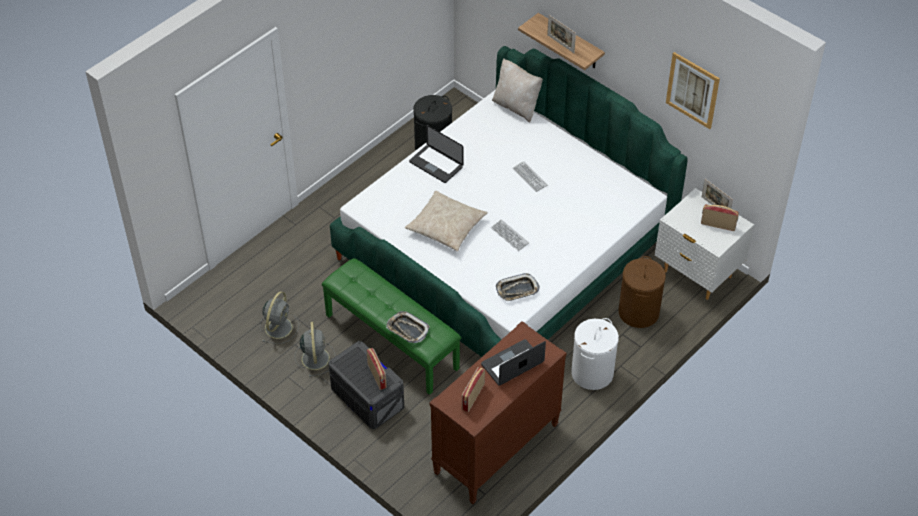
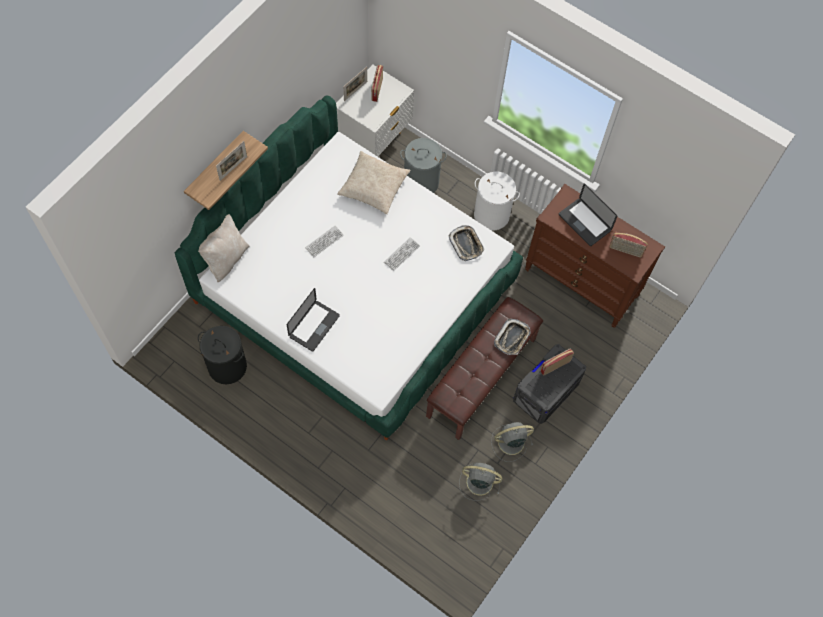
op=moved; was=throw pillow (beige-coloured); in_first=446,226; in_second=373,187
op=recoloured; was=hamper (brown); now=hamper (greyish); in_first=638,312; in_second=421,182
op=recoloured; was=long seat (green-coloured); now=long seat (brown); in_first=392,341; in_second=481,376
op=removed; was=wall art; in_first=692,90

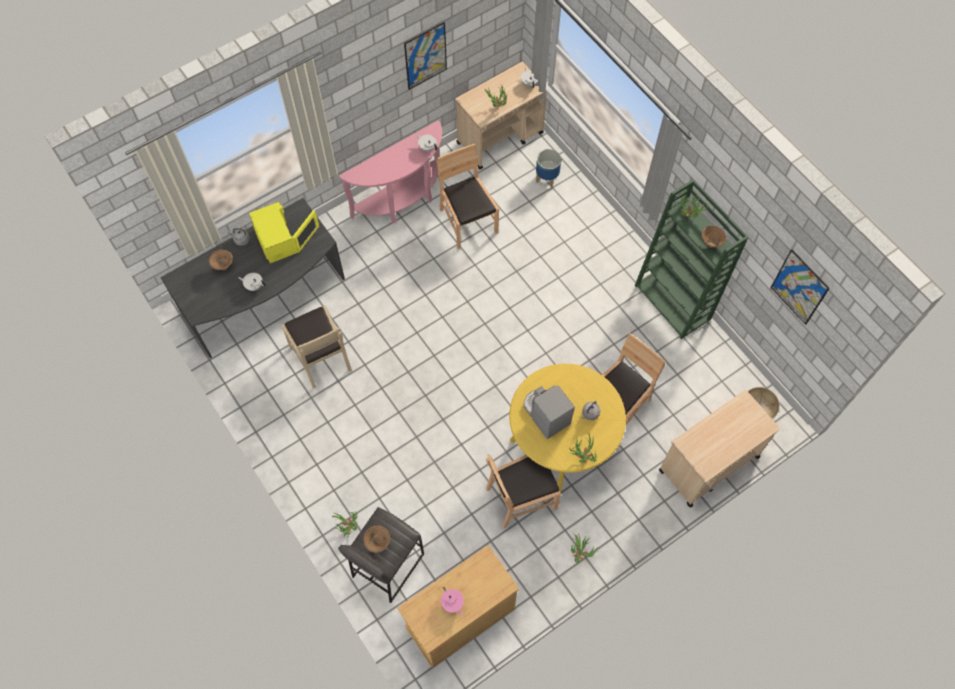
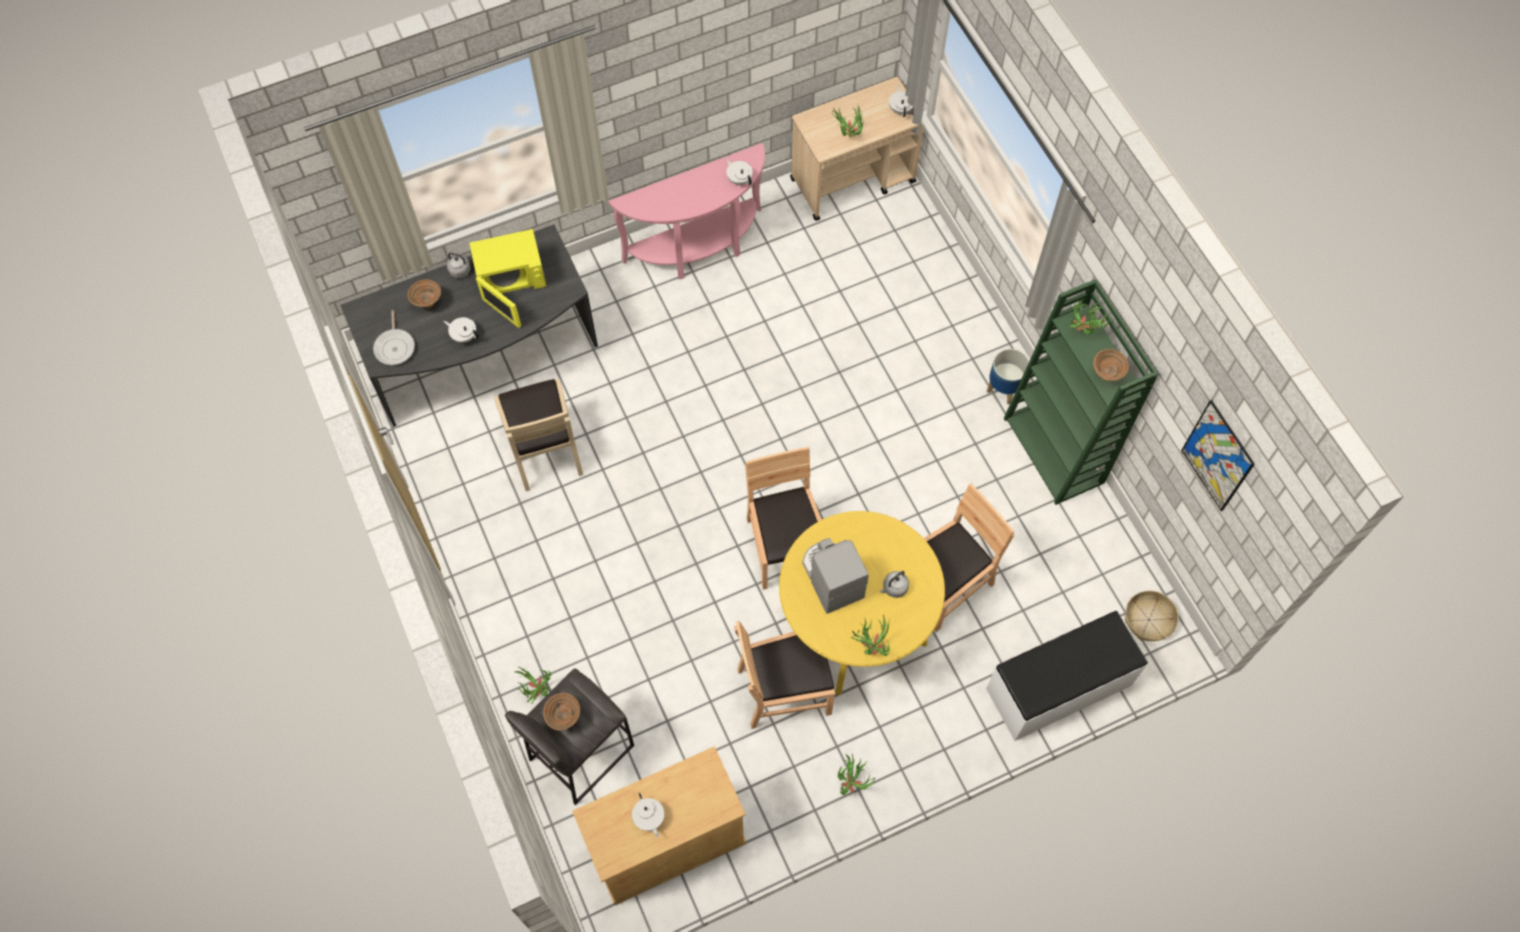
op=added; now=pan; in_second=395,346
op=turned; was=microwave (yellow-coloured); in_first=279,240; in_second=510,278; clockwise=90
op=recoloured; was=tea pot (pink-coloured); now=tea pot (whitish); in_first=452,603; in_second=649,818
op=moved; was=plain chair (brown); in_first=468,221; in_second=786,546
op=replaced; was=cart (beige-coloured); now=long seat (whitish); in_first=708,464; in_second=1059,688
op=moved; was=plant pot; in_first=547,178; in_second=1004,388
op=removed; was=wall art; in_first=425,56

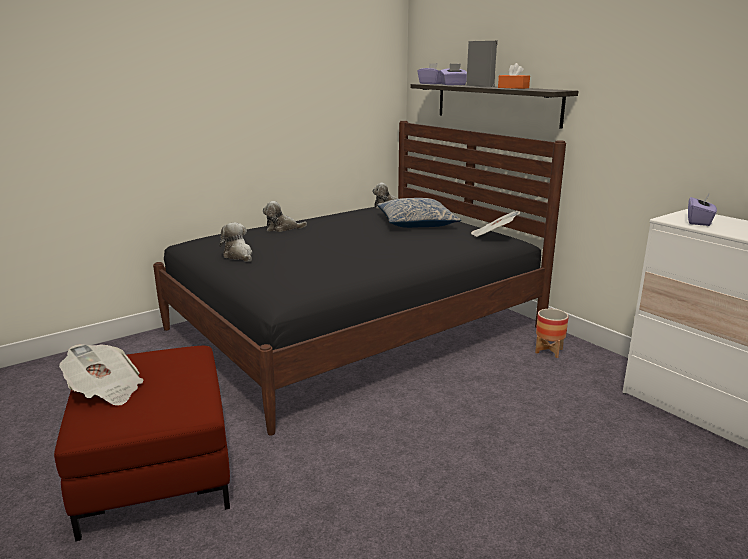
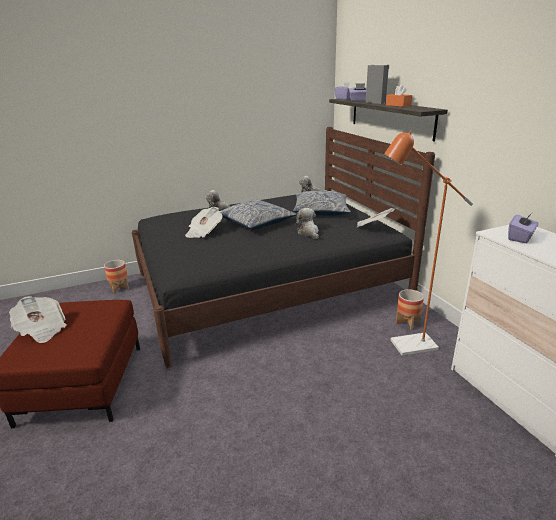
op=added; now=plant pot; in_second=119,288
op=added; now=daily paper; in_second=204,232
op=added; now=throw pillow; in_second=256,222
op=moved; was=cuddly toy; in_first=239,256; in_second=308,233
op=added; now=standing lamp (orange); in_second=406,346

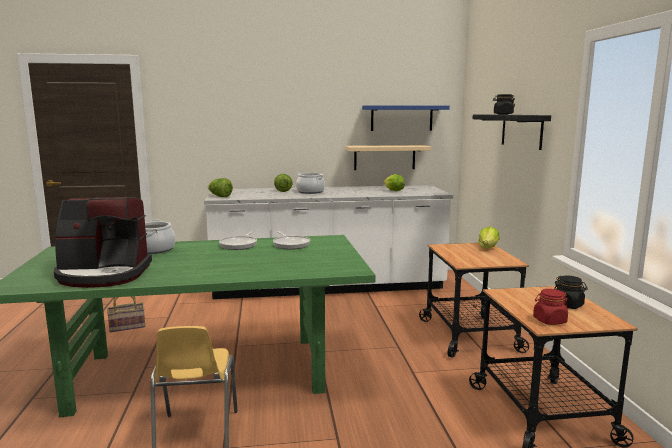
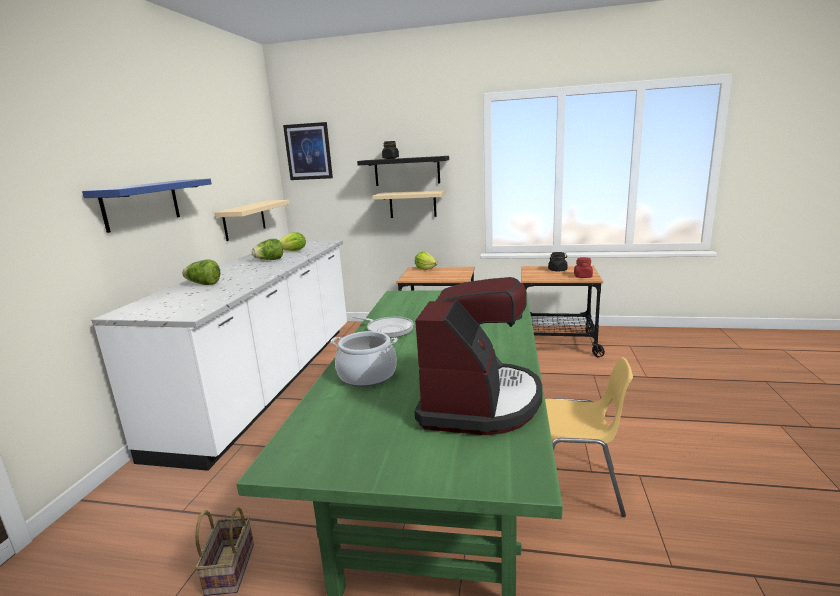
op=moved; was=bracket shelf (blue-coloured); in_first=401,118; in_second=141,204
op=moved; was=lettuce head; in_first=220,196; in_second=269,260
op=added; now=wall art; in_second=308,151
op=added; now=bracket shelf (beige-coloured); in_second=412,204
op=removed; was=pan; in_first=290,244
op=removed; was=stockpot; in_first=310,192

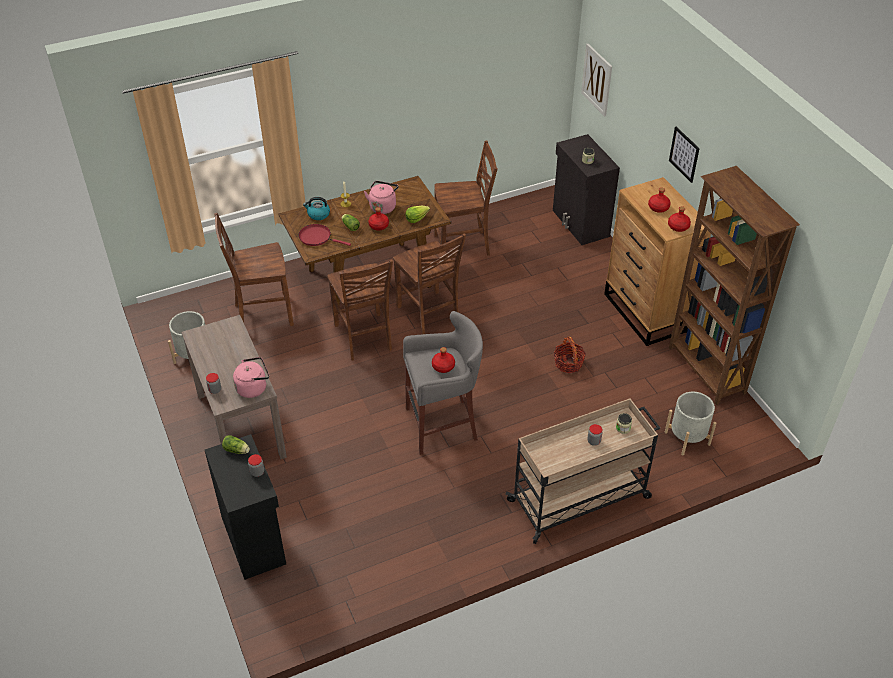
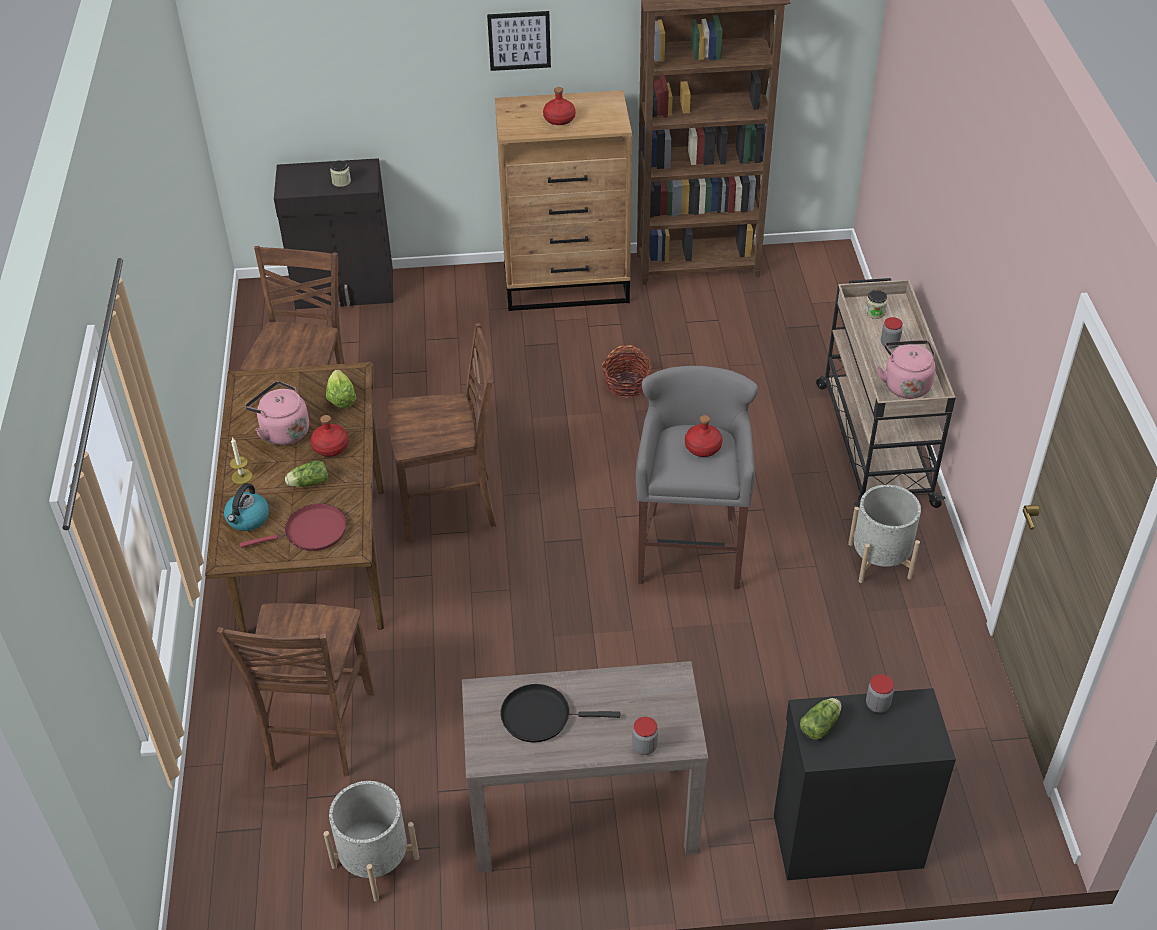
op=turned; was=pan (red-coloured); in_first=317,237; in_second=311,532; clockwise=-150
op=added; now=pan (black-coloured); in_second=541,716
op=moved; was=plant pot (greyish); in_first=687,438; in_second=879,560
op=moved; was=tea kettle (pink-coloured); in_first=253,387; in_second=905,384
op=removed; was=plain chair (brown); in_first=364,338
op=removed; was=wall art; in_first=597,80
op=removed; was=bottle (red-coloured); in_first=678,226

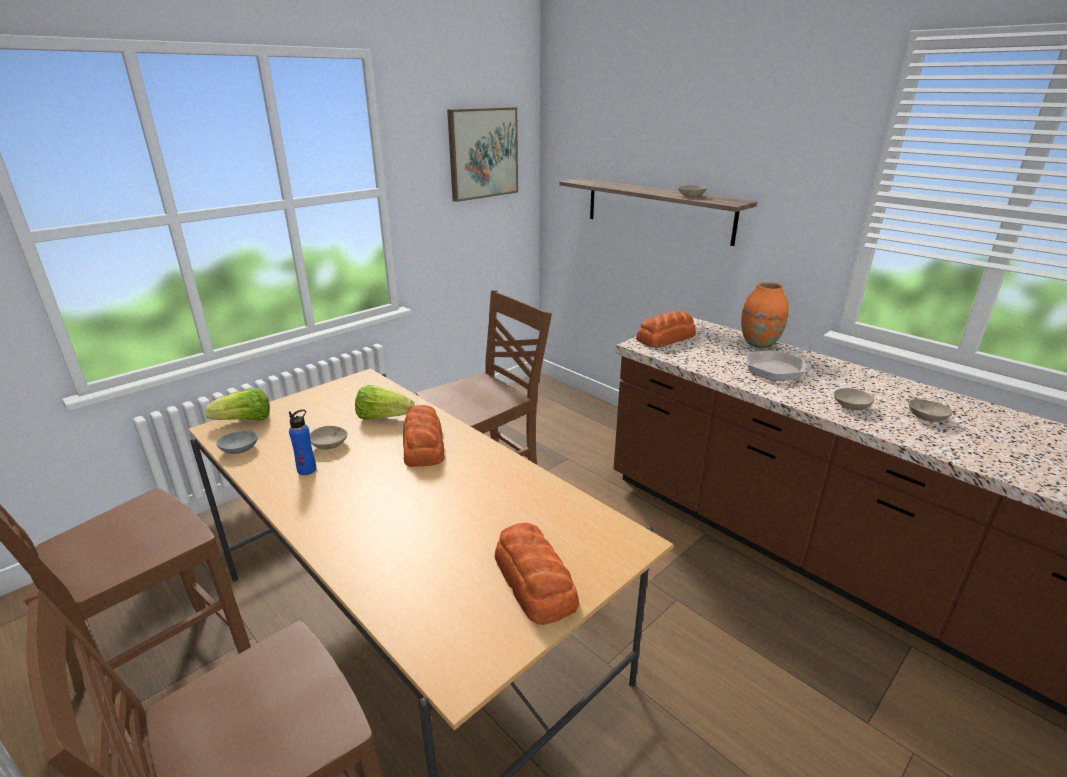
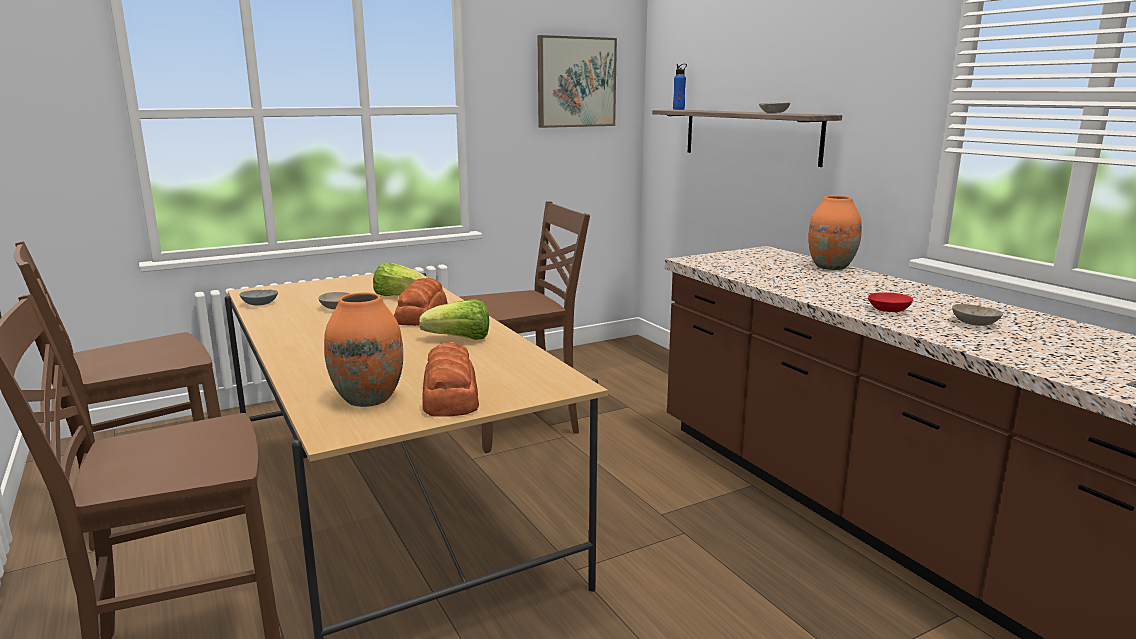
op=added; now=vase (orange); in_second=367,398
op=moved; was=lettuce head; in_first=245,421; in_second=460,339
op=moved; was=bottle (blue-coloured); in_first=307,470; in_second=678,109
op=recoloured; was=serving bowl (beige-coloured); now=serving bowl (red-coloured); in_first=852,406; in_second=890,310
op=removed; was=baked bread; in_first=666,338
op=removed; was=pan; in_first=776,369

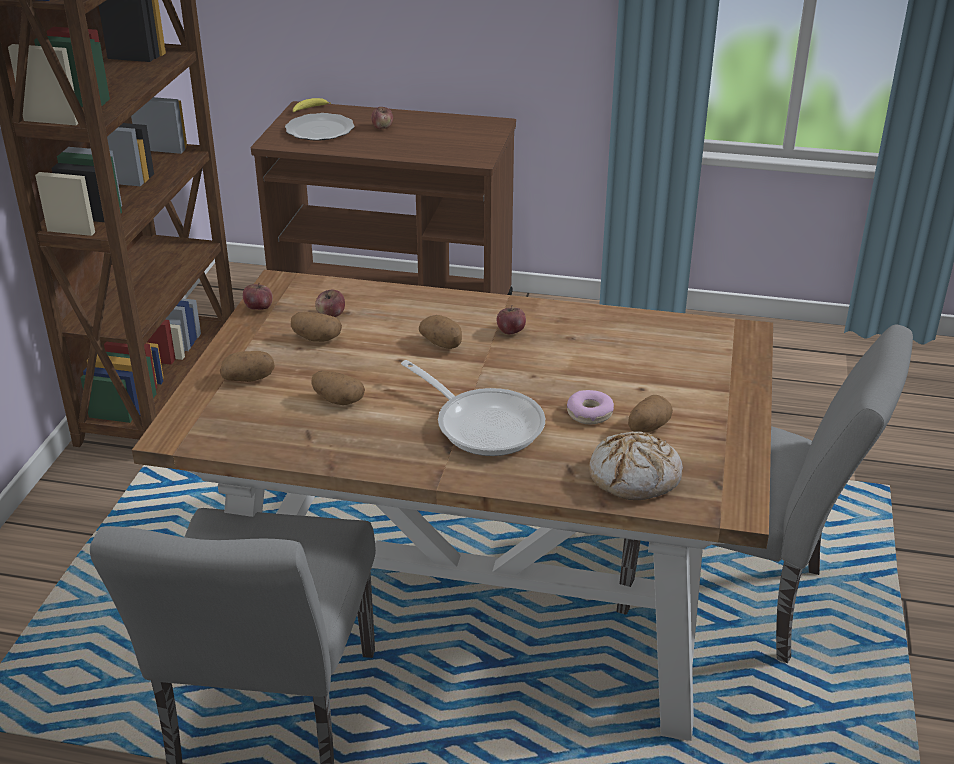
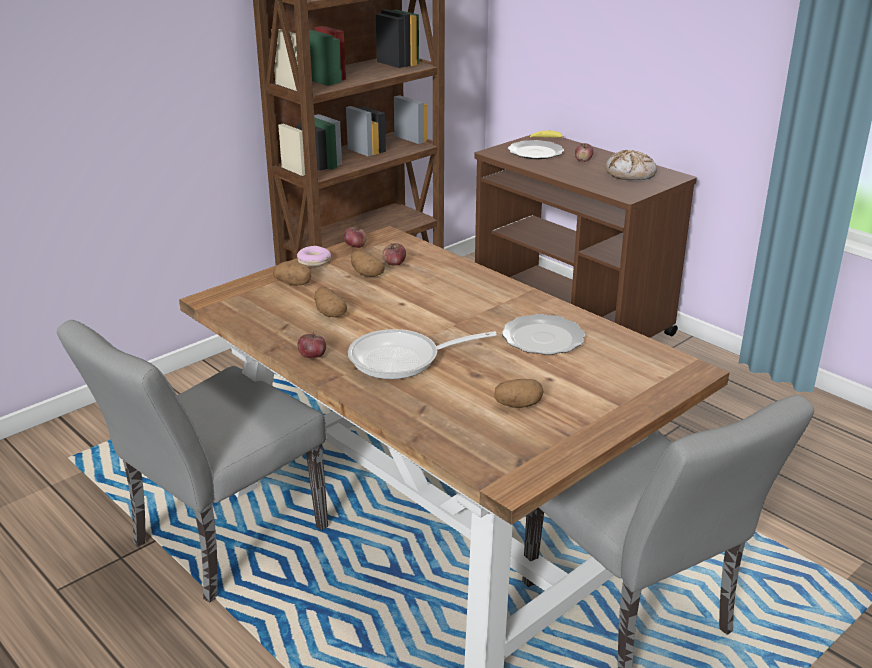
op=moved; was=ring doughnut; in_first=590,413; in_second=314,262
op=moved; was=whole apple; in_first=511,331; in_second=312,356
op=turned; was=pan; in_first=483,424; in_second=402,360; clockwise=90
op=added; now=dinner plate; in_second=544,338
op=moved; was=baked bread; in_first=635,476; in_second=630,174
op=removed; was=whole potato; in_first=442,344

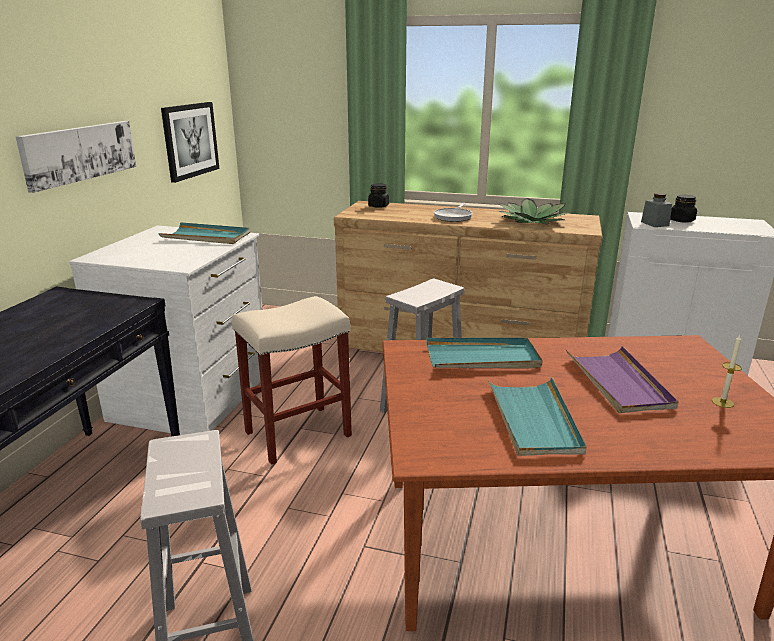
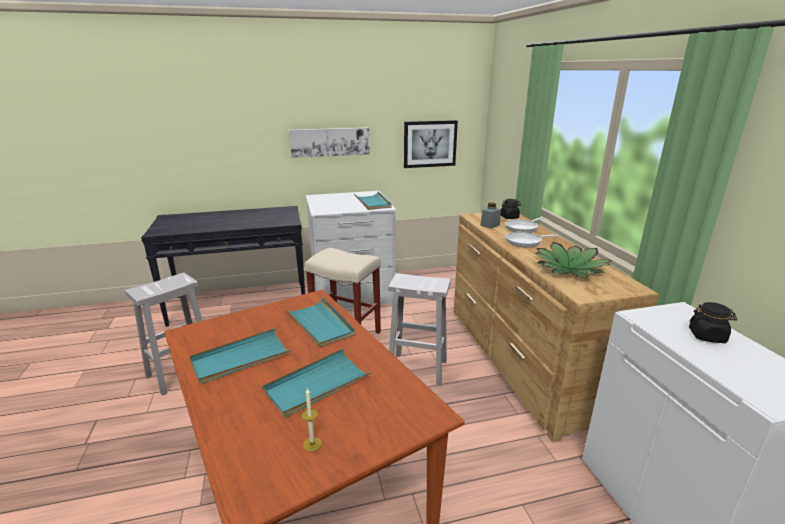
op=recoloured; was=tray (purple); now=tray (turquoise); in_first=618,383; in_second=317,385
op=moved; was=storage jar (greyish); in_first=654,224; in_second=490,225
op=added; now=pan; in_second=522,228

